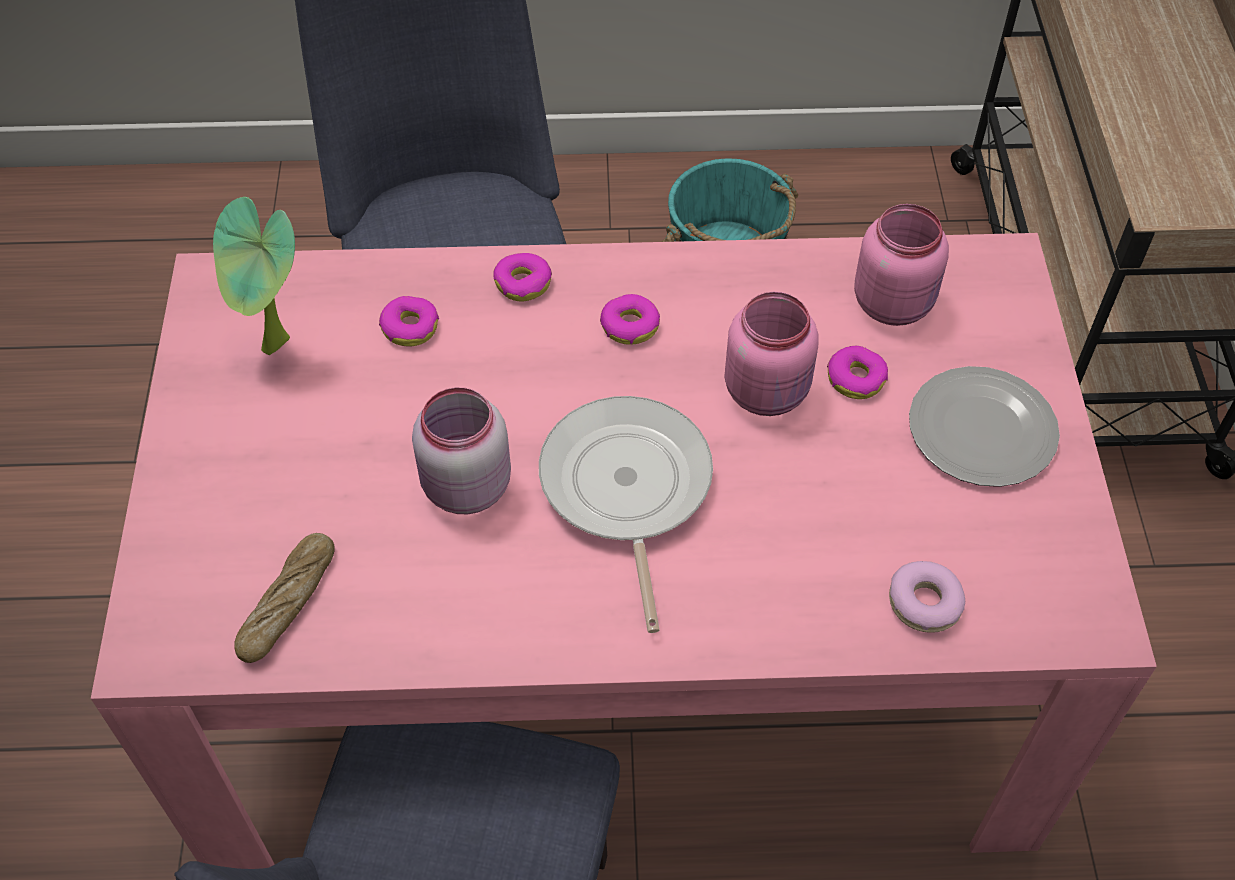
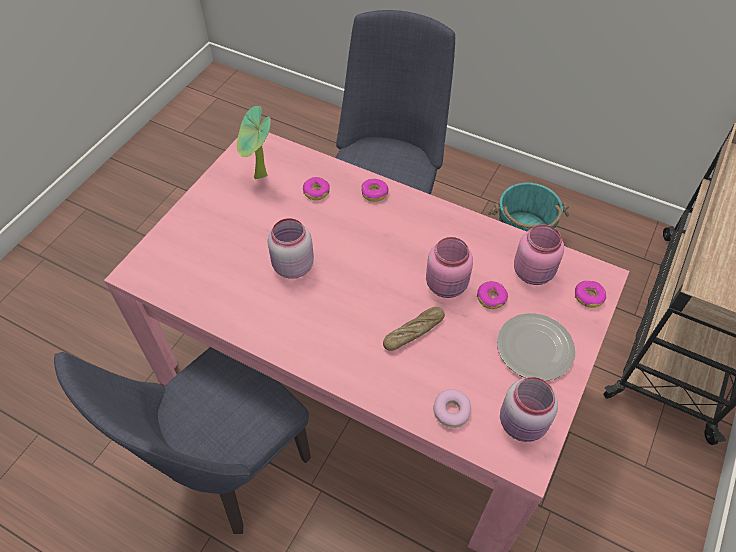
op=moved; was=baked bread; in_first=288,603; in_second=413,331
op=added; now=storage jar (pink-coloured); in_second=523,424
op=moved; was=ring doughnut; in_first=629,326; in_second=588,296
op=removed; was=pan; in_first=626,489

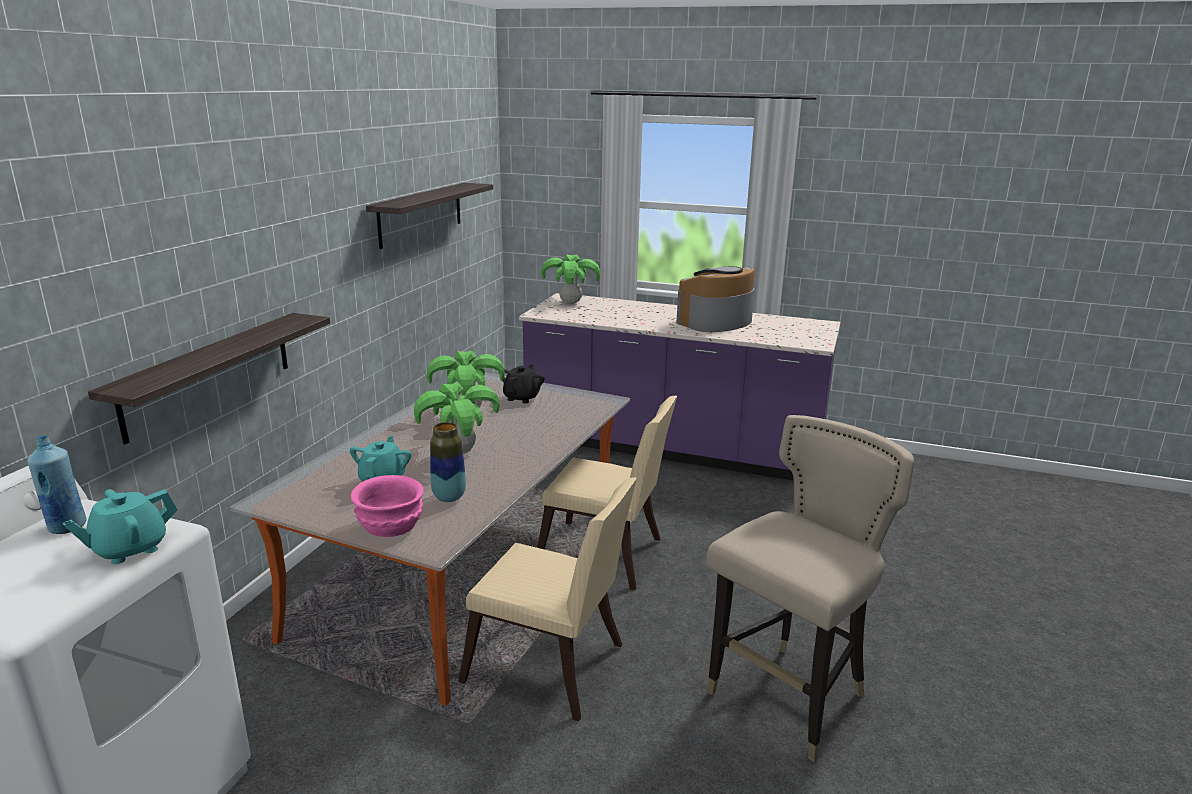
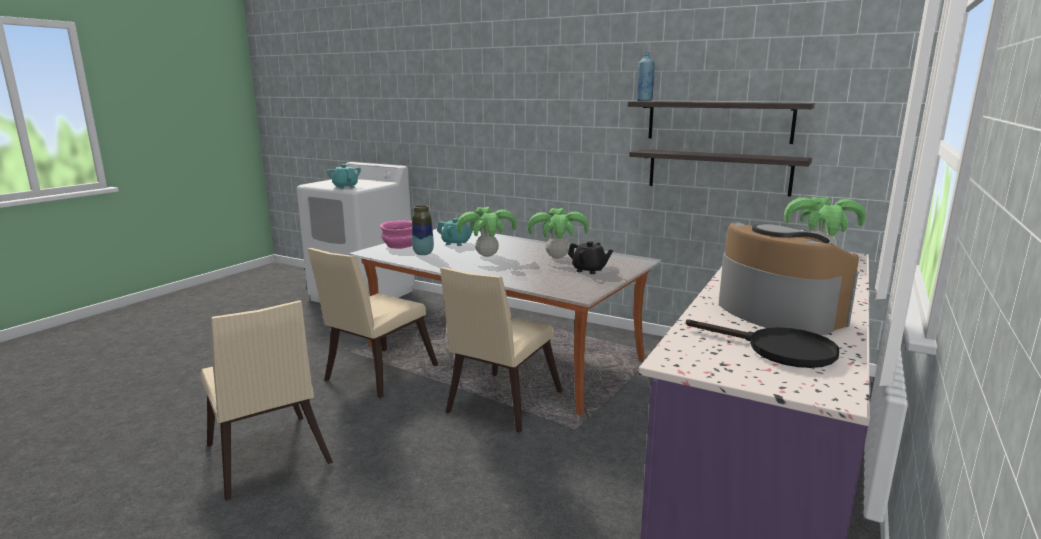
op=replaced; was=stool seat (beige-coloured); now=plain chair (beige-coloured); in_first=789,699; in_second=268,460
op=moved; was=bracket shelf; in_first=209,374; in_second=718,172
op=moved; was=bottle (blue-coloured); in_first=67,527; in_second=644,101
op=added; now=pan (black-coloured); in_second=778,350

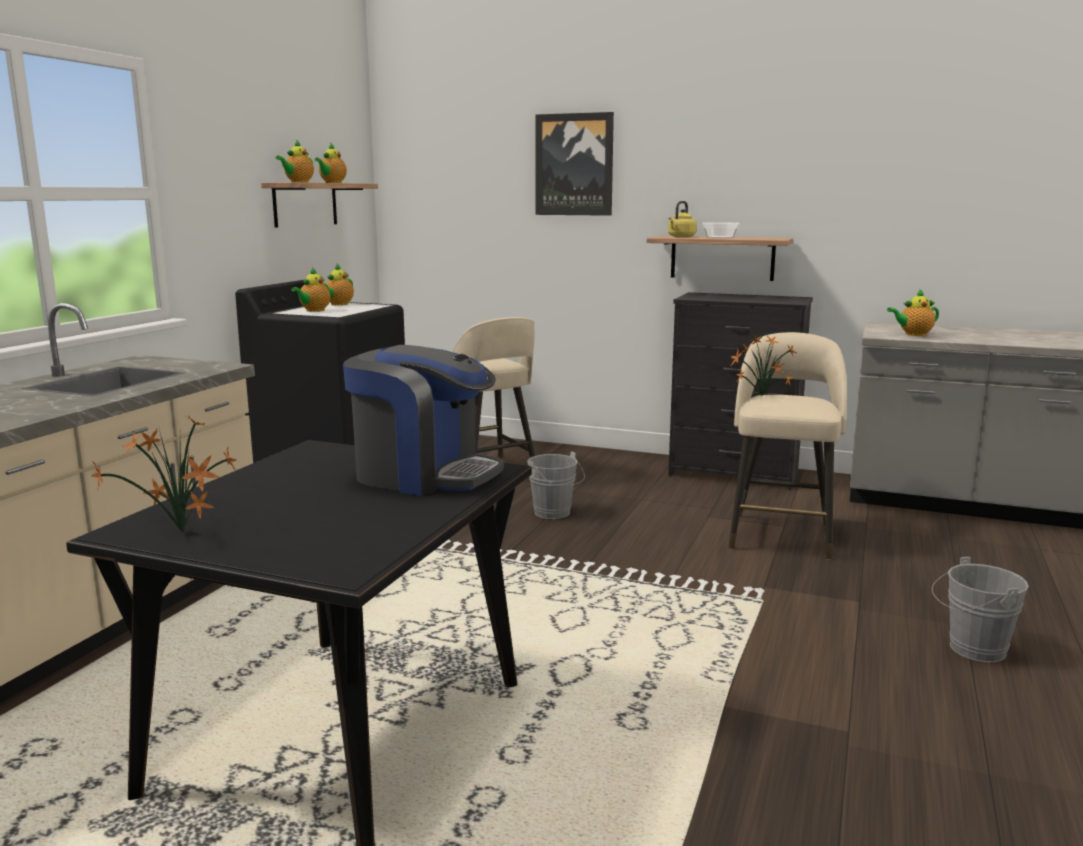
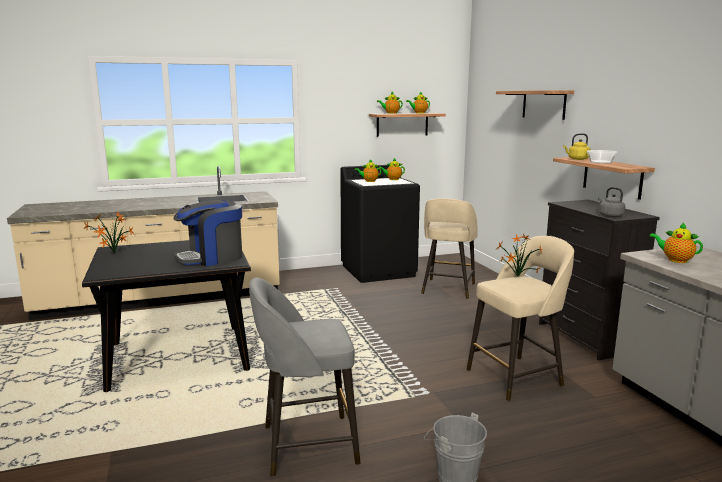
op=turned; was=coffee maker; in_first=424,475; in_second=212,258; clockwise=75
op=added; now=stool seat (greyish); in_second=306,445
op=replaced; was=wall art; now=bracket shelf; in_first=574,165; in_second=543,104
op=added; now=tea kettle (greyish); in_second=610,216
op=removed; was=pail (greyish); in_first=554,514

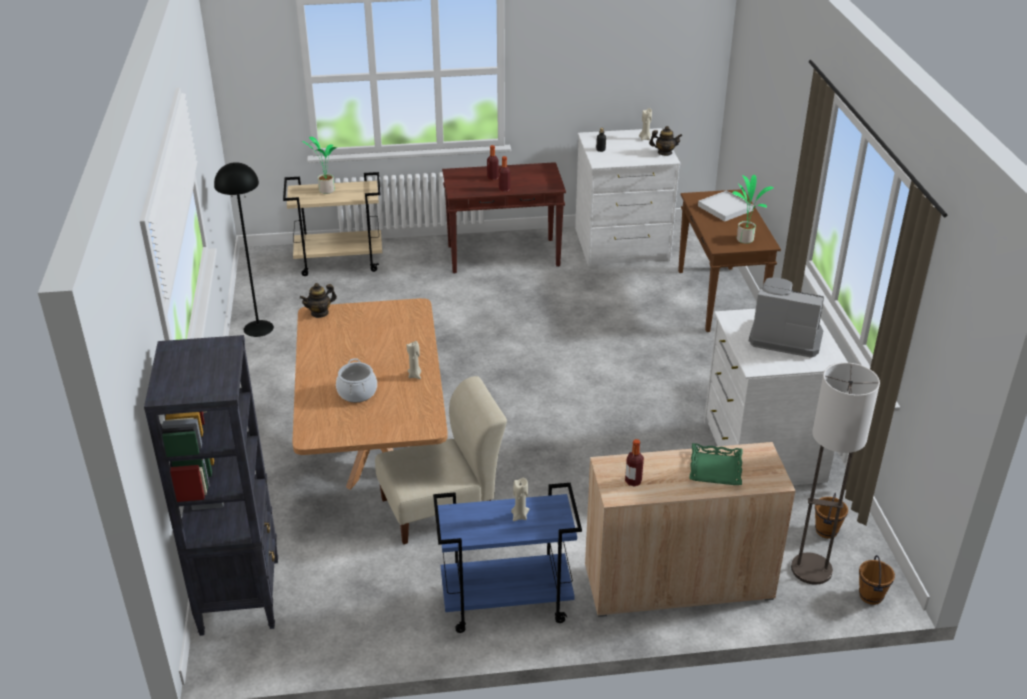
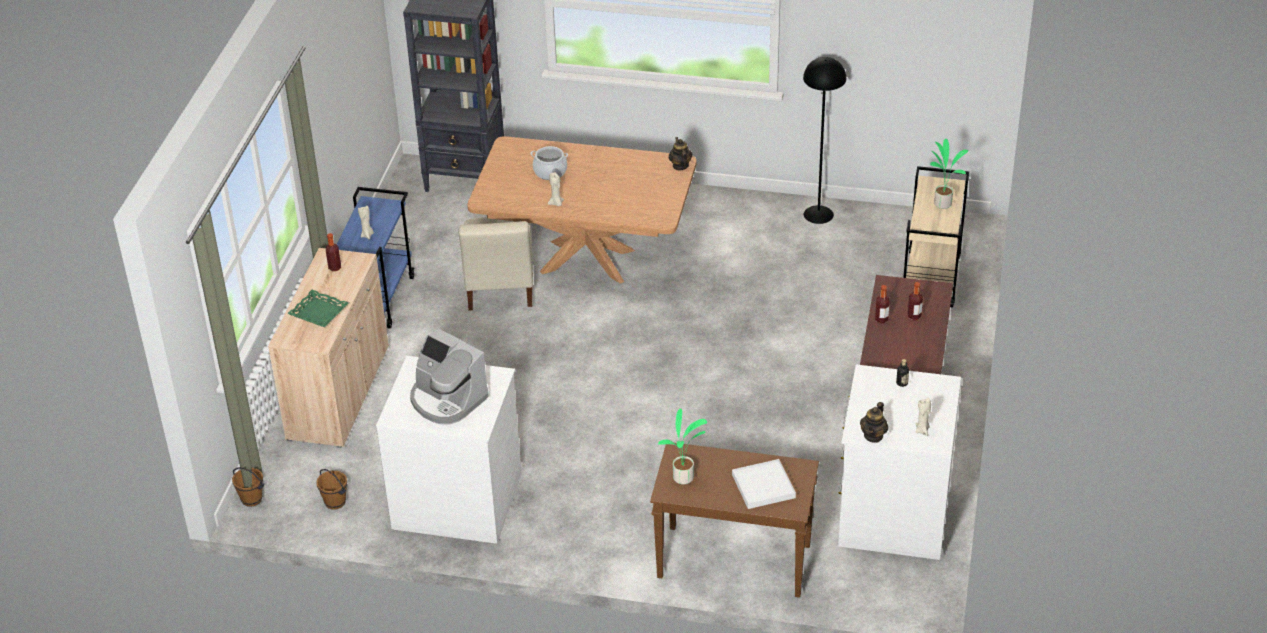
op=turned; was=coffee maker; in_first=785,336; in_second=447,400; clockwise=90
op=removed; was=standing lamp; in_first=811,569

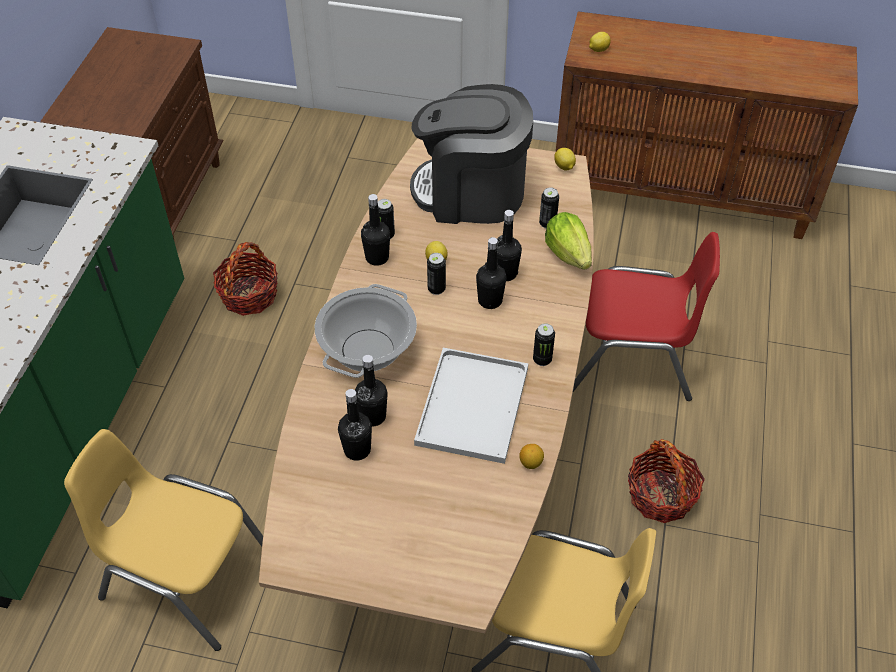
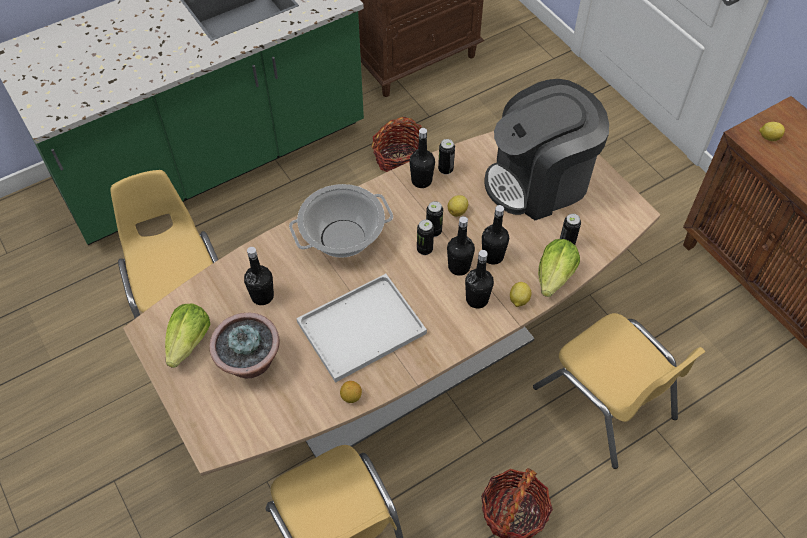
op=added; now=lettuce head; in_second=189,342
op=added; now=potted plant; in_second=250,363
op=moved; was=can; in_first=542,360; in_second=424,249
op=moved; was=bottle (black-coloured); in_first=372,416; in_second=477,299
op=turned; was=coffee maker; in_first=471,192; in_second=539,181; clockwise=-75
op=moved; was=lemon; in_first=564,167; in_second=518,300
op=recoloured; was=plain chair (red-coloured); now=plain chair (yellow-coloured); in_first=631,359; in_second=605,403

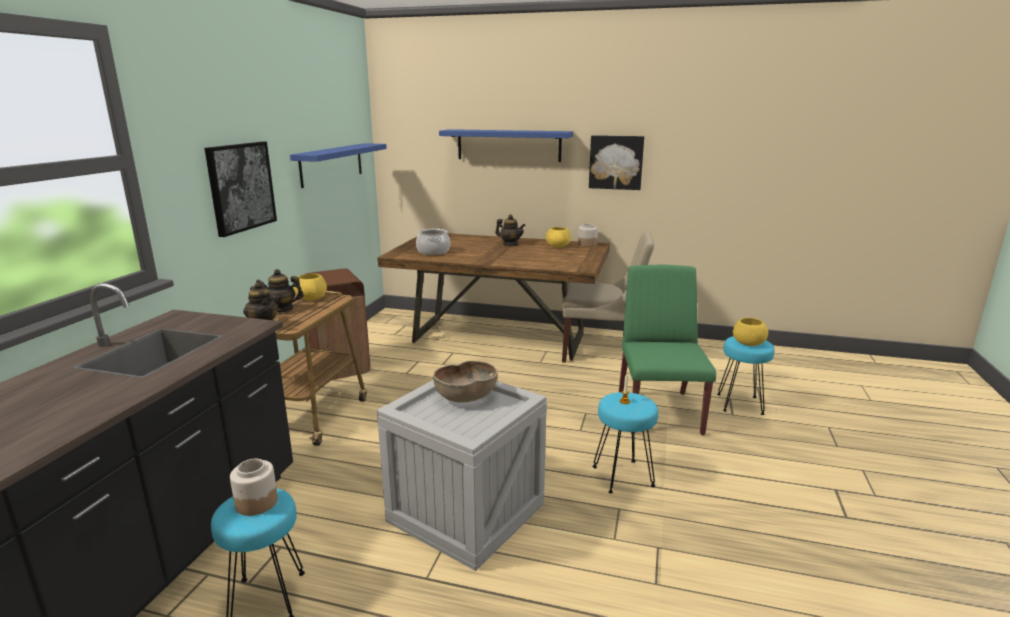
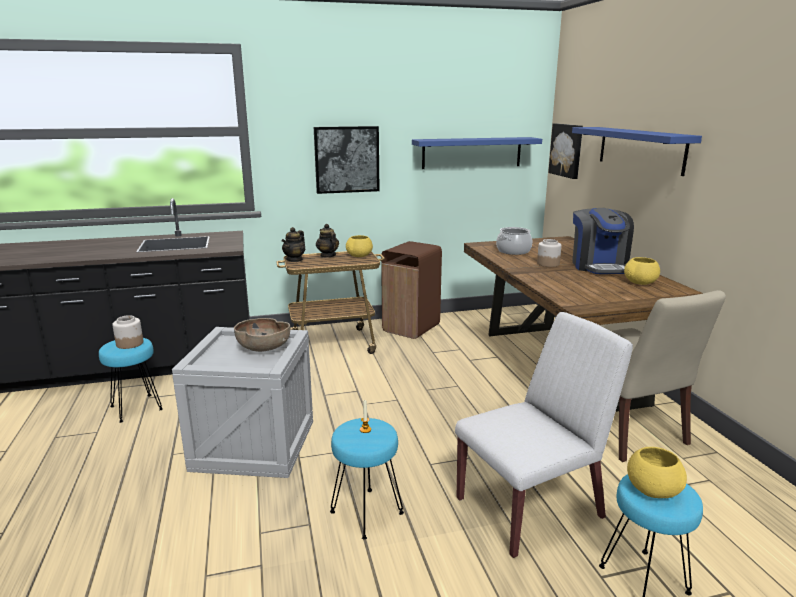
op=recoloured; was=plain chair (green-coloured); now=plain chair (whitish); in_first=658,411; in_second=530,507
op=moved; was=storage jar; in_first=586,244; in_second=547,264
op=moved; was=wall art; in_first=616,162; in_second=567,150
op=replaced; was=tea pot; now=coffee maker; in_first=510,244; in_second=598,266

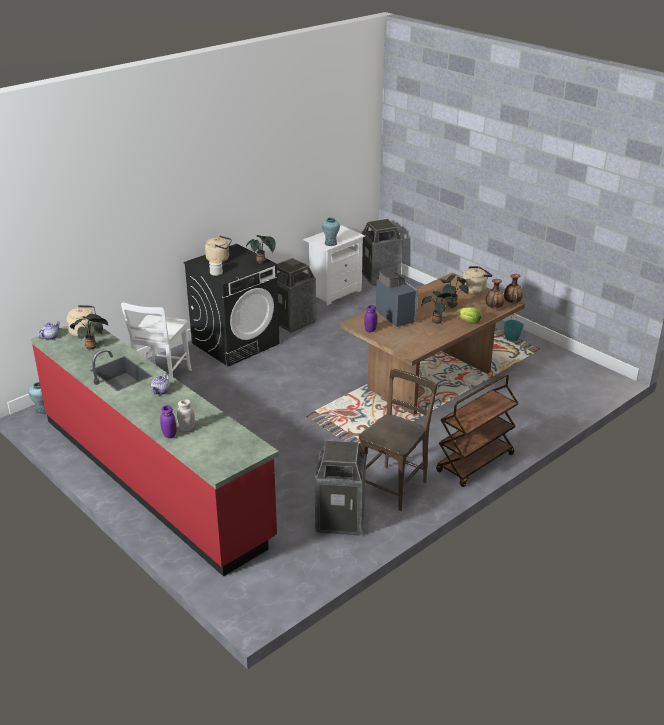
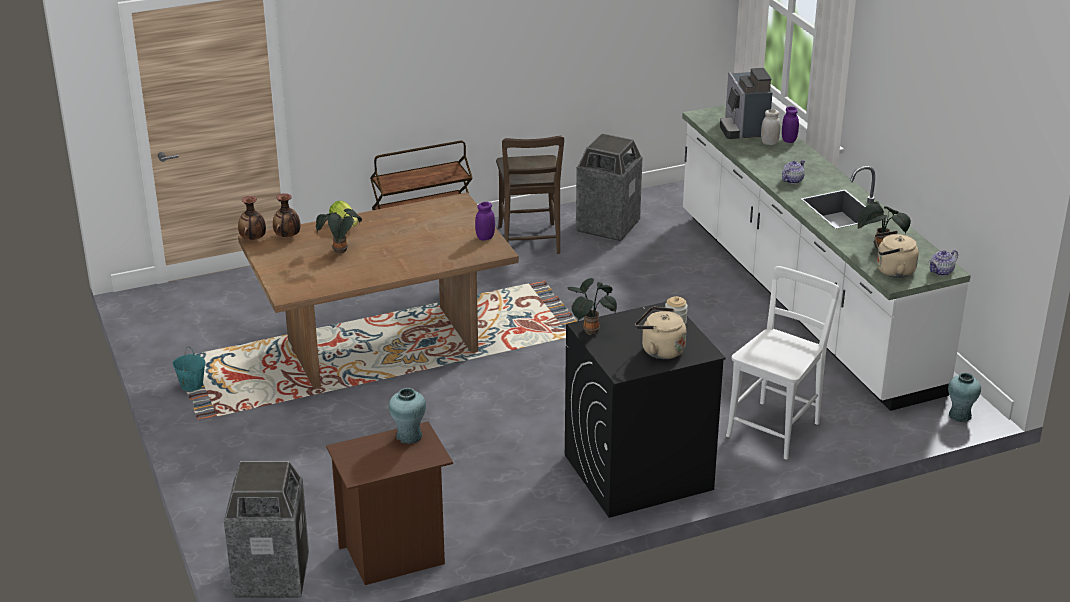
op=recoloured; was=nightstand (whitish); now=nightstand (brown); in_first=334,292; in_second=394,555
op=turned; was=plain chair (brown); in_first=395,485; in_second=529,242; clockwise=-60
op=recoloured; was=kitchen base unit (red-coloured); now=kitchen base unit (whitish); in_first=154,476; in_second=802,300
op=moved; was=coffee maker; in_first=397,315; in_second=743,128
op=removed; was=rubbish bin; in_first=293,321
op=removed; was=potted plant; in_first=437,321
op=removed; was=tea kettle (beige-coloured); in_first=475,290

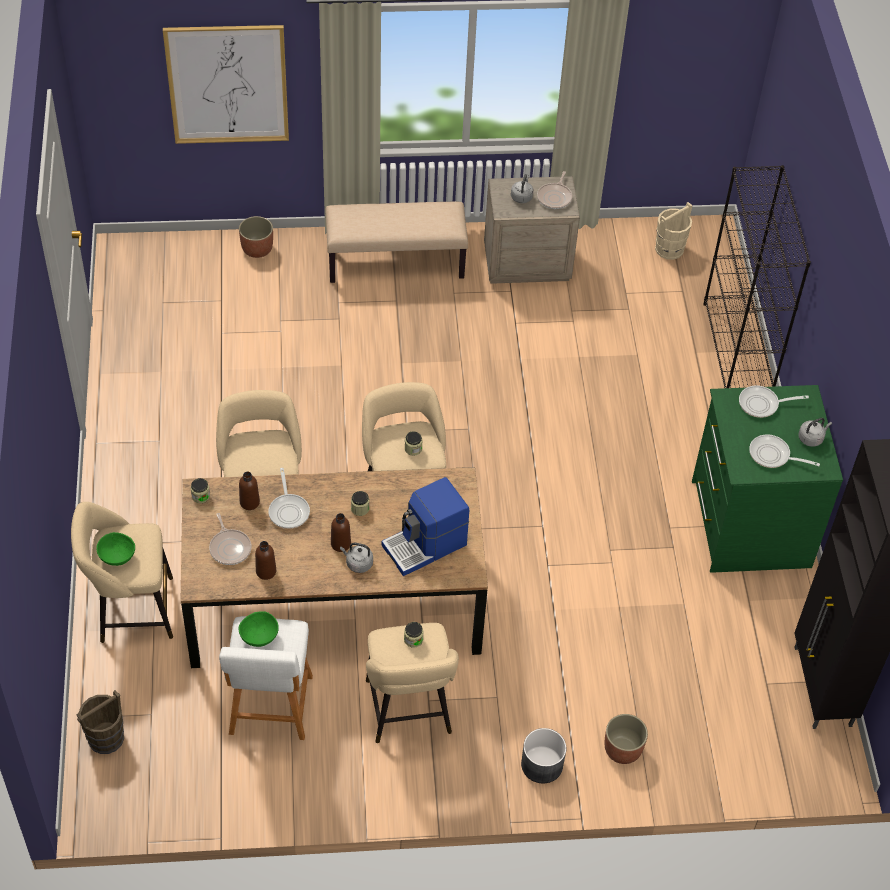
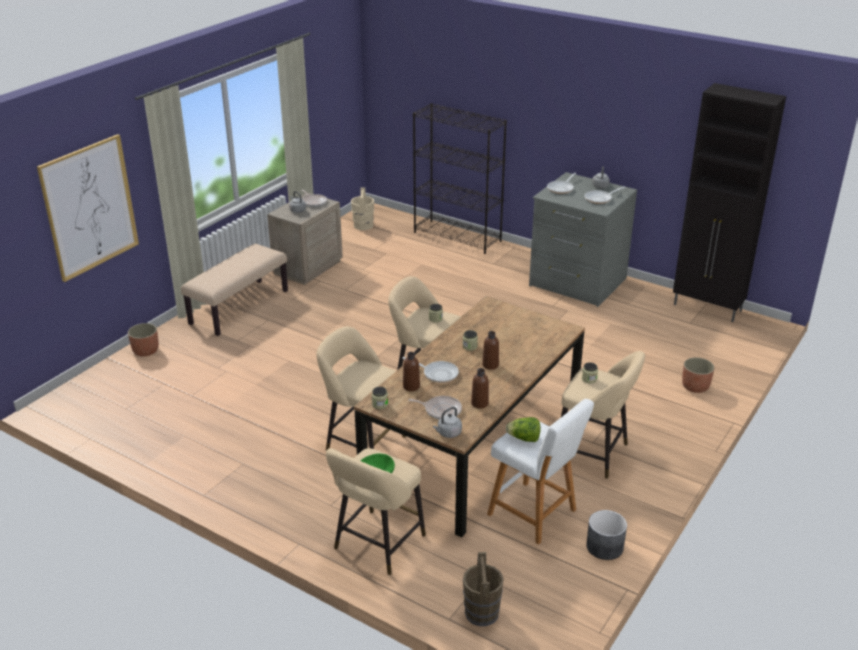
op=moved; was=tea kettle (greyish); in_first=358,563; in_second=448,433
op=replaced; was=serving bowl (green-coloured); now=lettuce head; in_first=259,637; in_second=524,438
op=recoloured; was=chest of drawers (green-coloured); now=chest of drawers (greyish); in_first=748,524; in_second=577,282
op=moved; was=plant pot (greyish); in_first=541,764; in_second=604,547
op=removed; was=coffee maker; in_first=425,545

